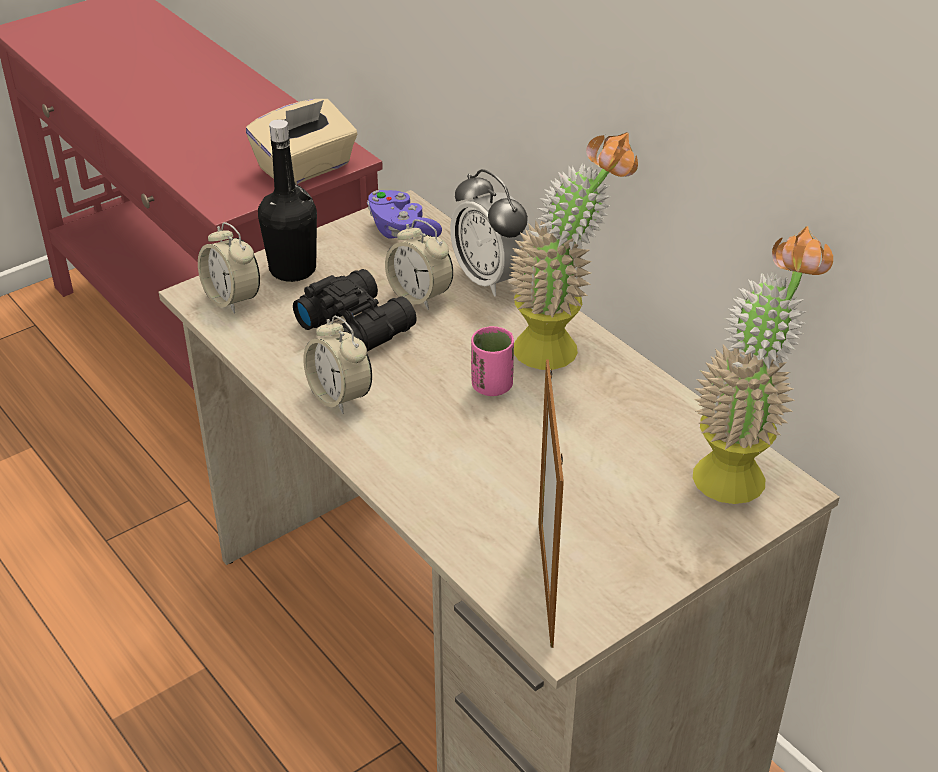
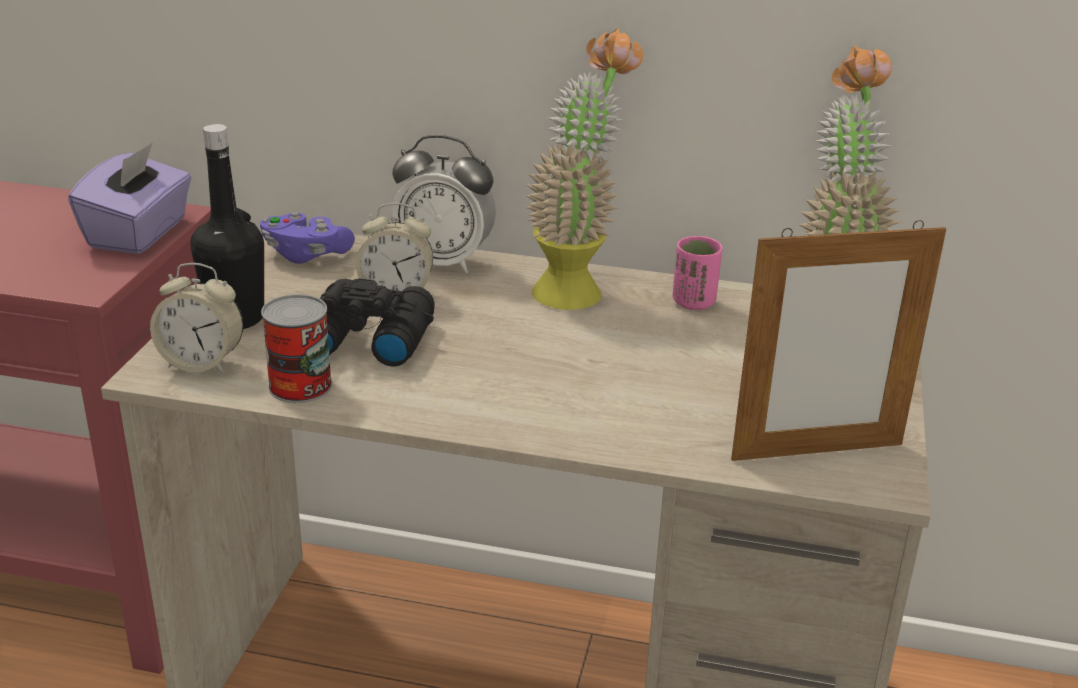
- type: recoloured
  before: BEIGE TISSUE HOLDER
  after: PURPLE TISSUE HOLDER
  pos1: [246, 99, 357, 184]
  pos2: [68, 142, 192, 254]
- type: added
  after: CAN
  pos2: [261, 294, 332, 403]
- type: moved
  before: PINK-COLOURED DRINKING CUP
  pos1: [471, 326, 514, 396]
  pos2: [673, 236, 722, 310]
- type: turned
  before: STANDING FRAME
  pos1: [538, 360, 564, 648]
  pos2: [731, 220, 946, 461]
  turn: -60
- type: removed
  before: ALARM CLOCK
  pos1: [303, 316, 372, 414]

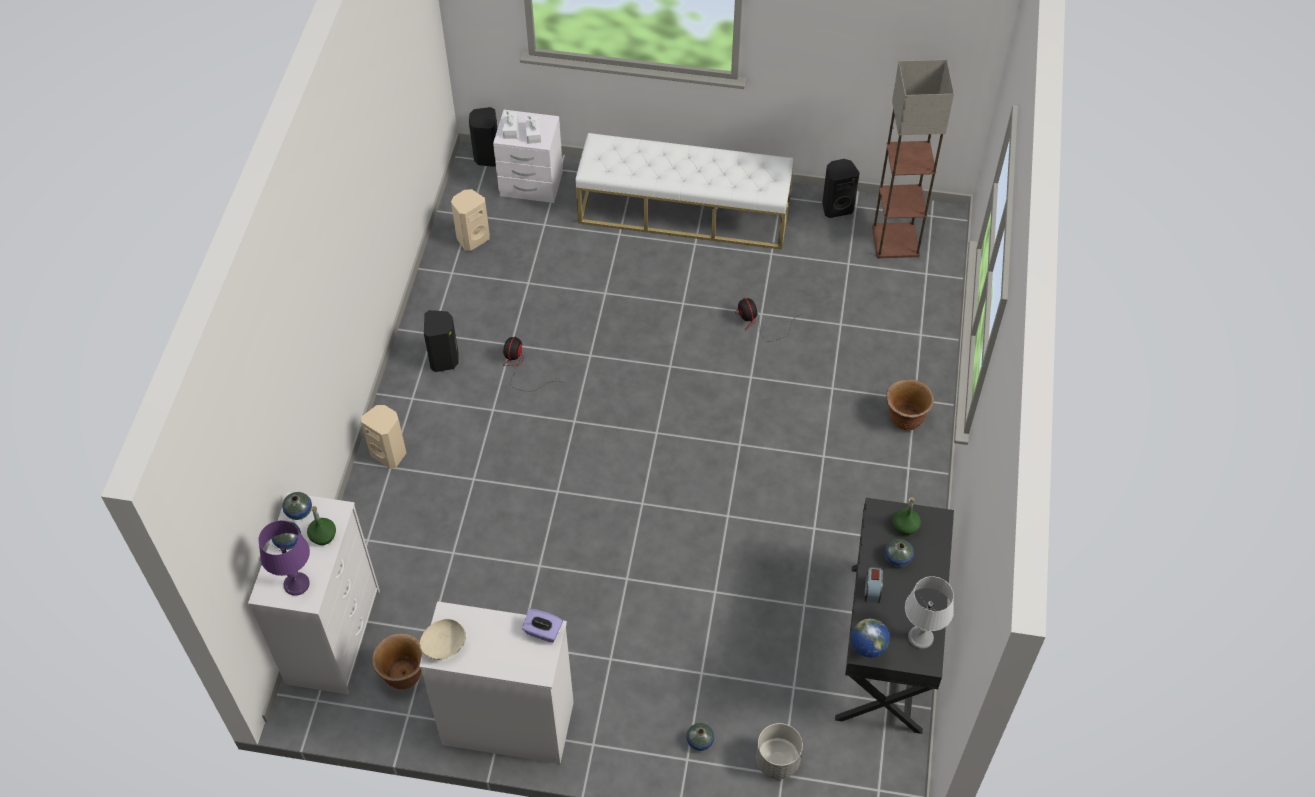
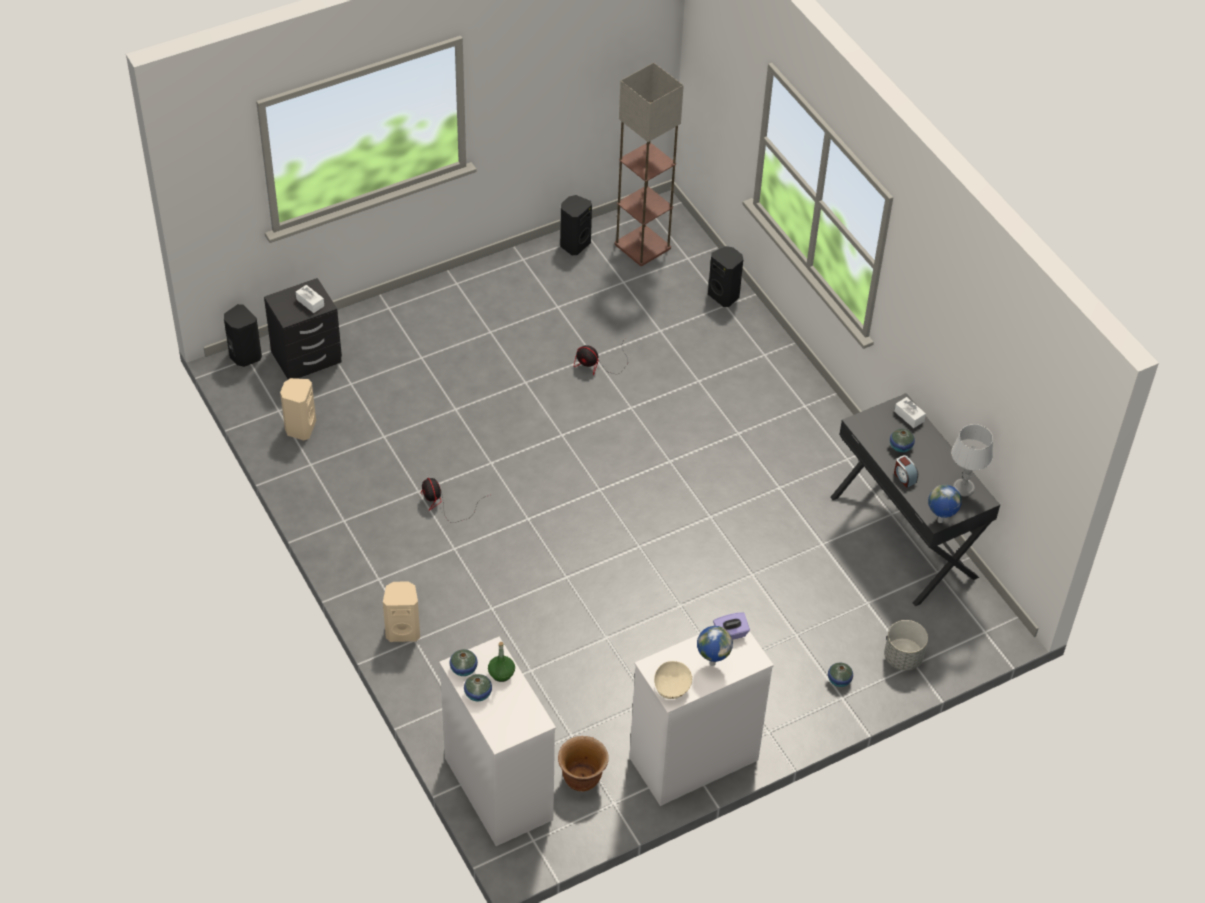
- type: recoloured
  before: WHITE BEDSIDE TABLE
  after: BLACK BEDSIDE TABLE
  pos1: [493, 110, 563, 203]
  pos2: [264, 278, 342, 379]
- type: added
  after: WORLD GLOBE
  pos2: [697, 626, 733, 666]
- type: moved
  before: BLACK AUDIO SPEAKER
  pos1: [424, 310, 459, 372]
  pos2: [708, 246, 743, 307]
- type: moved
  before: WHITE TISSUE HOLDER
  pos1: [503, 112, 518, 139]
  pos2: [894, 397, 926, 428]
- type: removed
  before: PURPLE LAMP FOR A TABLE
  pos1: [258, 520, 310, 596]
- type: removed
  before: WHITE INDOOR BENCH
  pos1: [575, 133, 794, 250]
- type: removed
  before: BROWN-COLOURED PLANT POT
  pos1: [886, 379, 934, 431]
- type: removed
  before: GREENISH BOTTLE
  pos1: [893, 497, 921, 535]

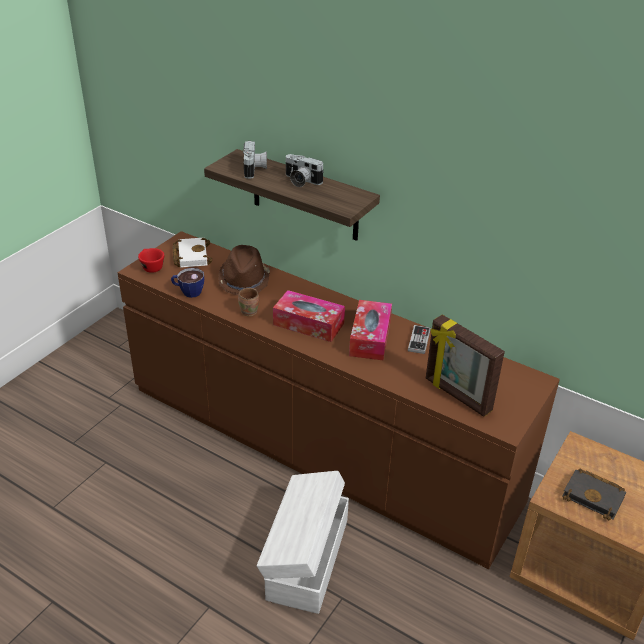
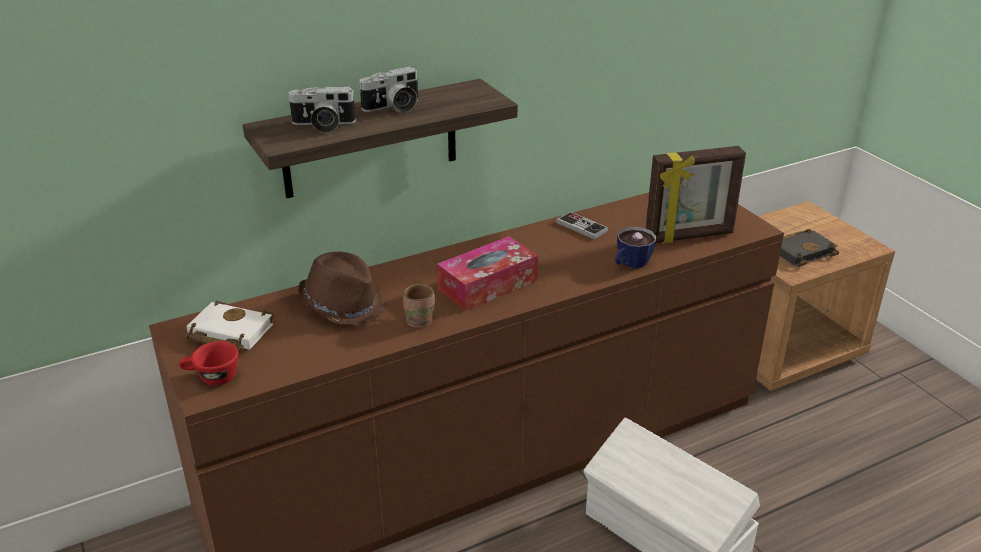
- type: turned
  before: PHOTO CAMERA
  pos1: [243, 141, 267, 179]
  pos2: [287, 86, 357, 133]
  turn: 150
- type: moved
  before: DRINKING CUP
  pos1: [171, 268, 204, 298]
  pos2: [615, 227, 656, 268]
- type: removed
  before: TISSUE HOLDER
  pos1: [349, 300, 392, 361]

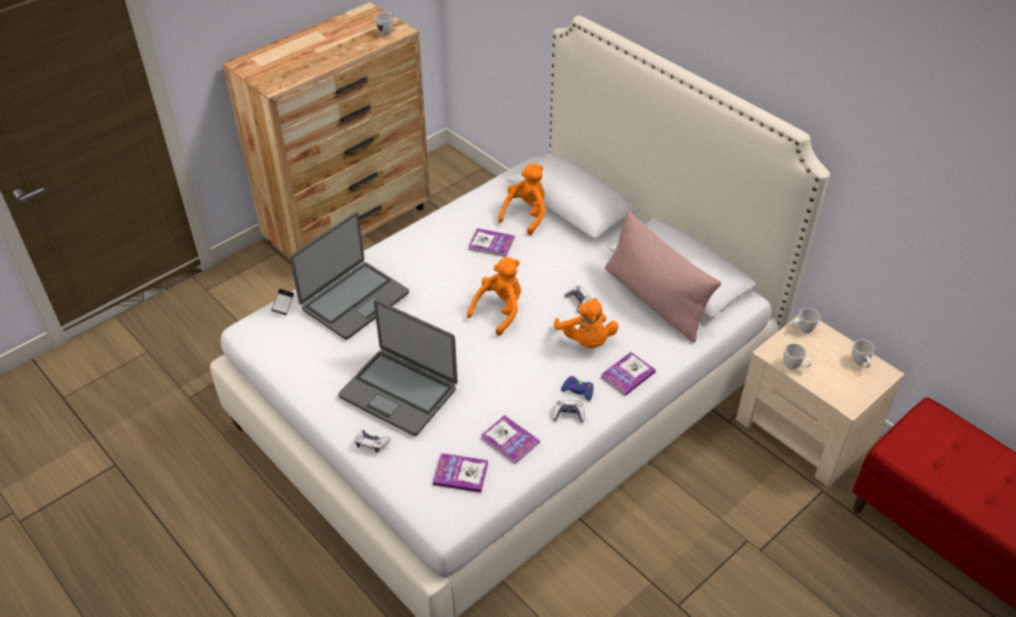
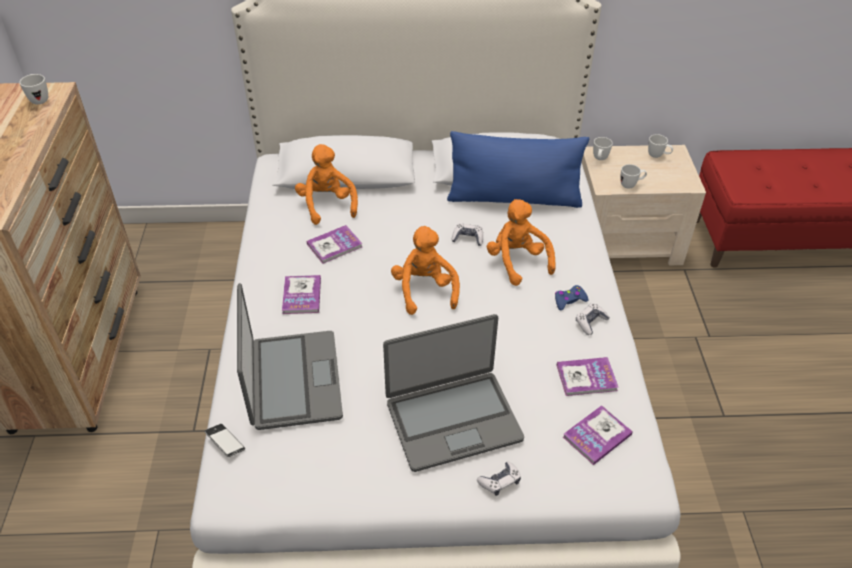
- type: moved
  before: BOUND BOOK
  pos1: [601, 352, 656, 396]
  pos2: [282, 275, 321, 314]
- type: recoloured
  before: PINK-COLOURED CUSHION
  after: BLUE CUSHION
  pos1: [605, 211, 721, 342]
  pos2: [447, 131, 589, 208]
- type: turned
  before: ORANGE-COLOURED CUDDLY TOY
  pos1: [554, 298, 618, 348]
  pos2: [487, 199, 556, 286]
  turn: -135

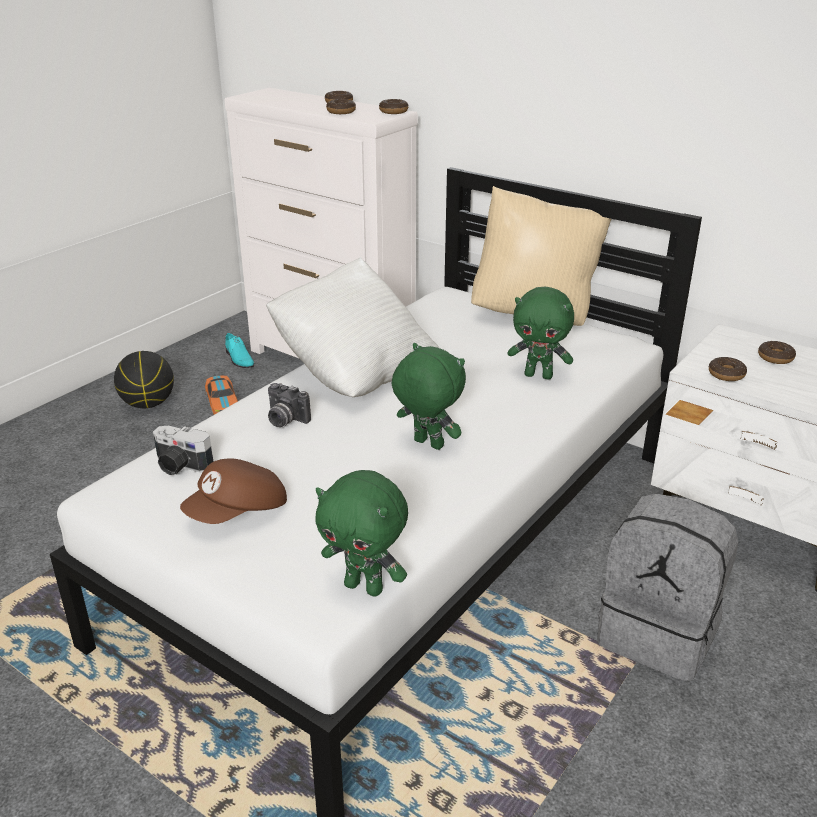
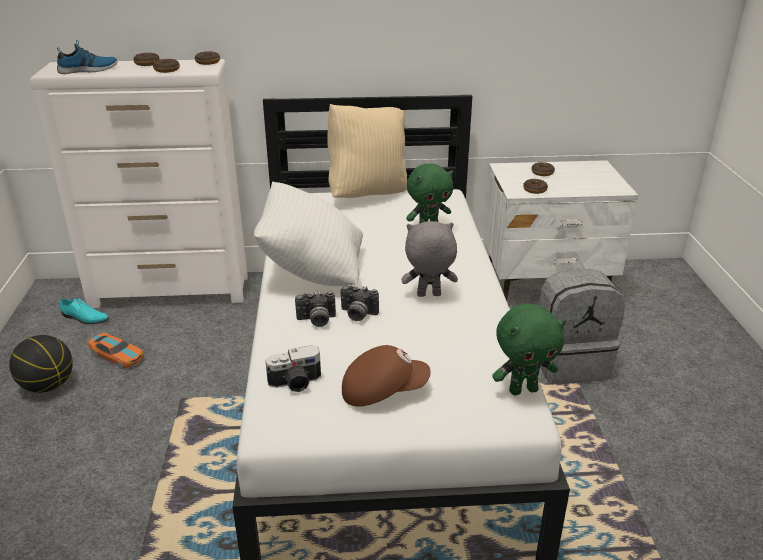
- type: added
  after: SHOE
  pos2: [57, 40, 118, 74]
- type: added
  after: PHOTO CAMERA
  pos2: [340, 285, 379, 321]
- type: turned
  before: BROWN-COLOURED CAP
  pos1: [180, 458, 287, 524]
  pos2: [342, 345, 431, 406]
  turn: -105
- type: recoloured
  before: GREENISH CUDDLY TOY
  after: GREY CUDDLY TOY
  pos1: [392, 343, 466, 450]
  pos2: [402, 221, 458, 297]

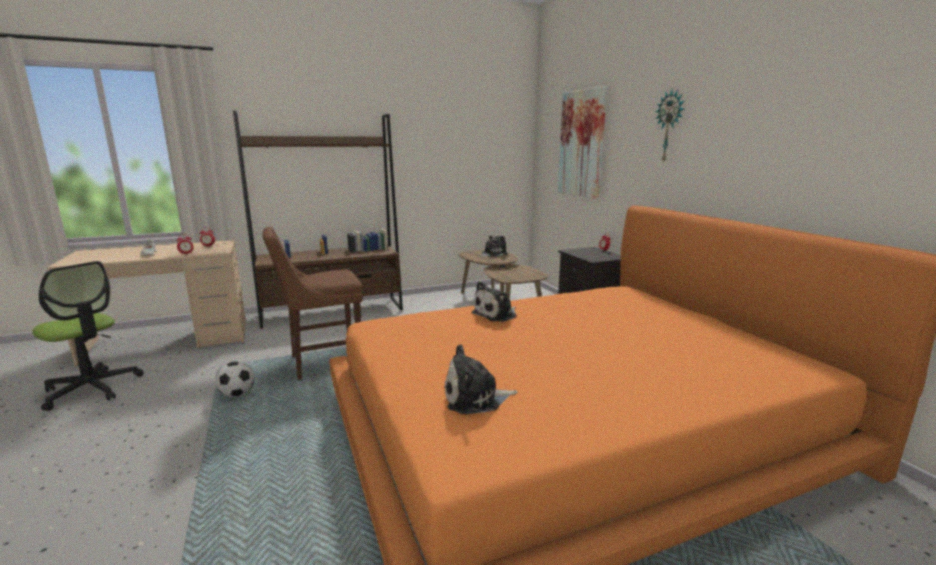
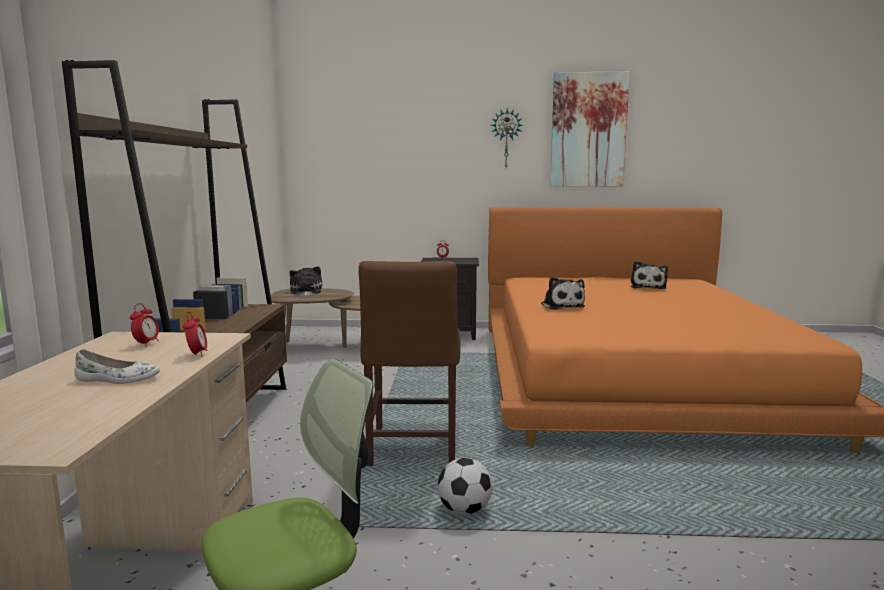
- type: moved
  before: PICTURE
  pos1: [558, 86, 607, 199]
  pos2: [550, 72, 630, 187]
- type: moved
  before: CUDDLY TOY
  pos1: [444, 344, 518, 414]
  pos2: [631, 261, 668, 289]

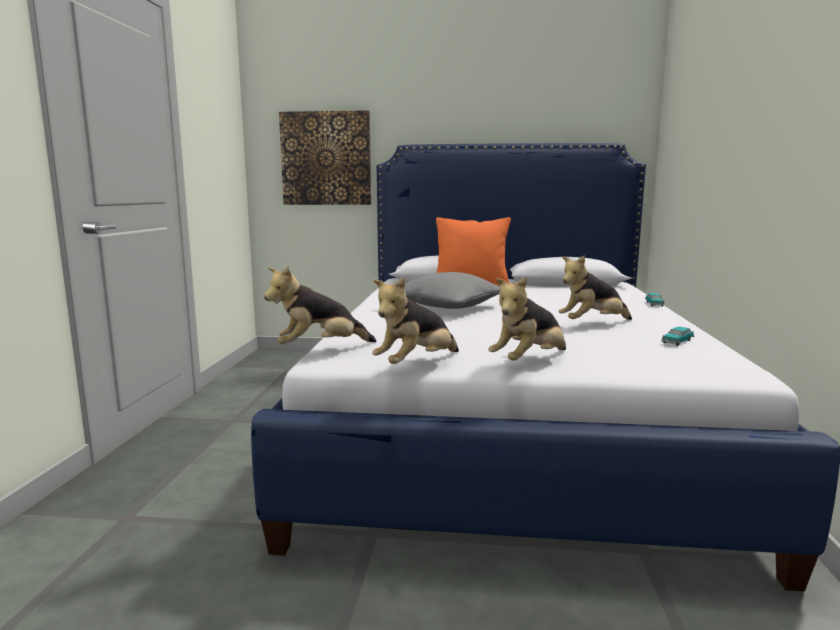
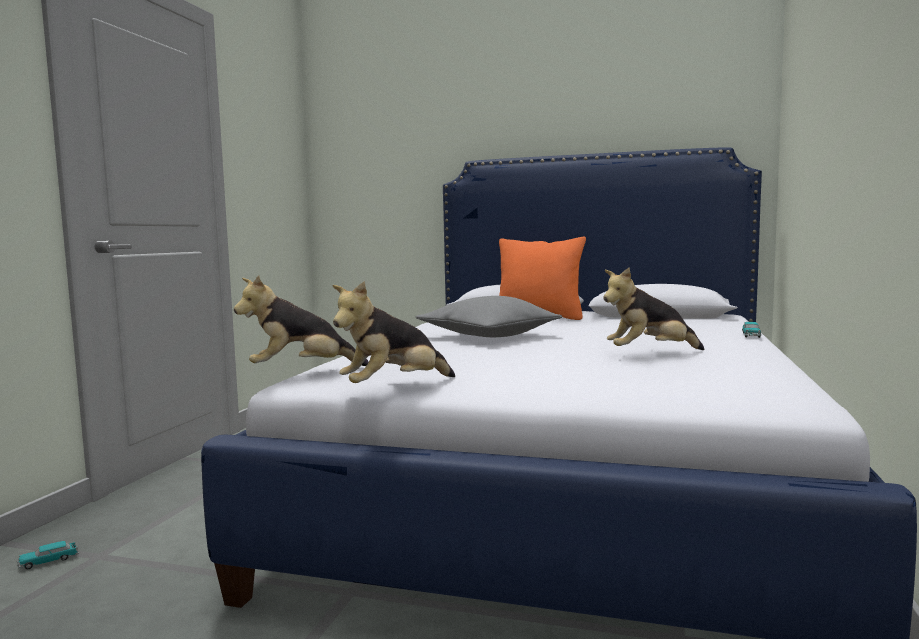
- type: moved
  before: TOY CAR
  pos1: [661, 327, 694, 346]
  pos2: [17, 541, 79, 569]
- type: removed
  before: PICTURE
  pos1: [279, 110, 371, 205]
- type: removed
  before: CUDDLY TOY
  pos1: [488, 276, 566, 361]

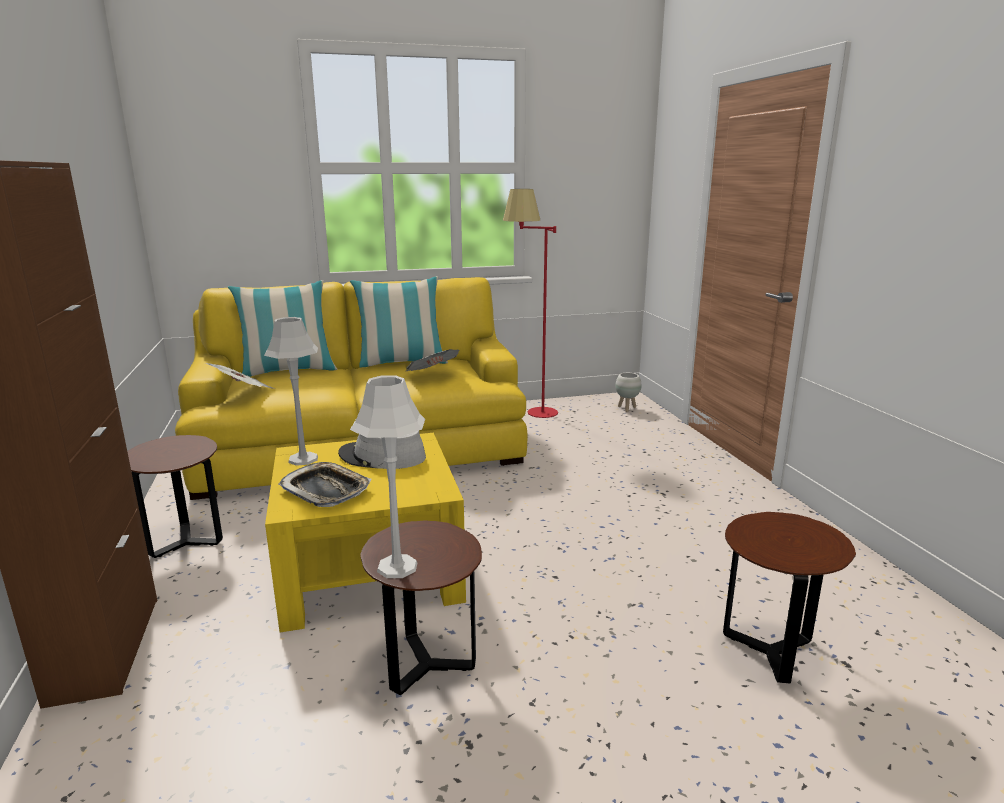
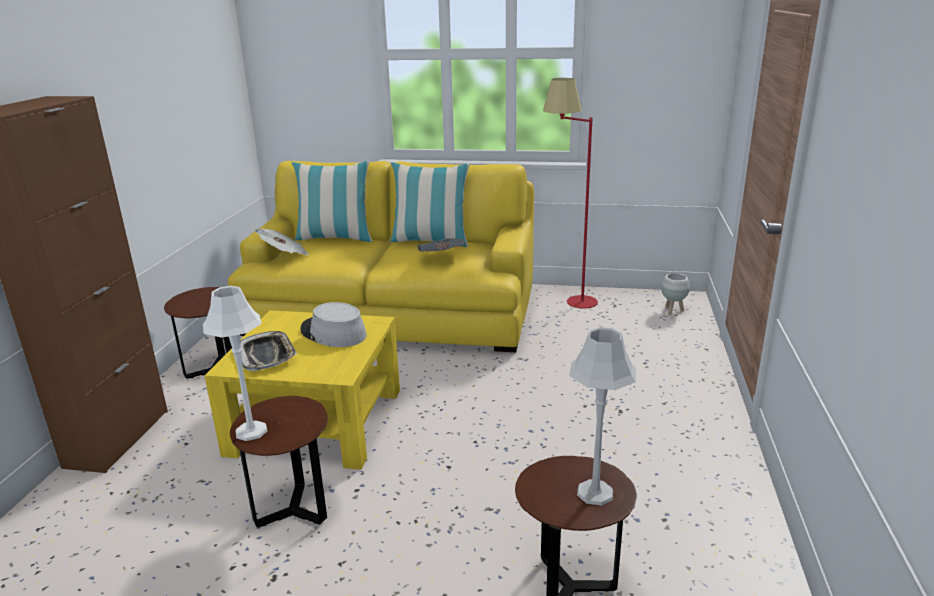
- type: moved
  before: GREY LAMP FOR A TABLE
  pos1: [264, 317, 318, 466]
  pos2: [569, 327, 636, 506]

